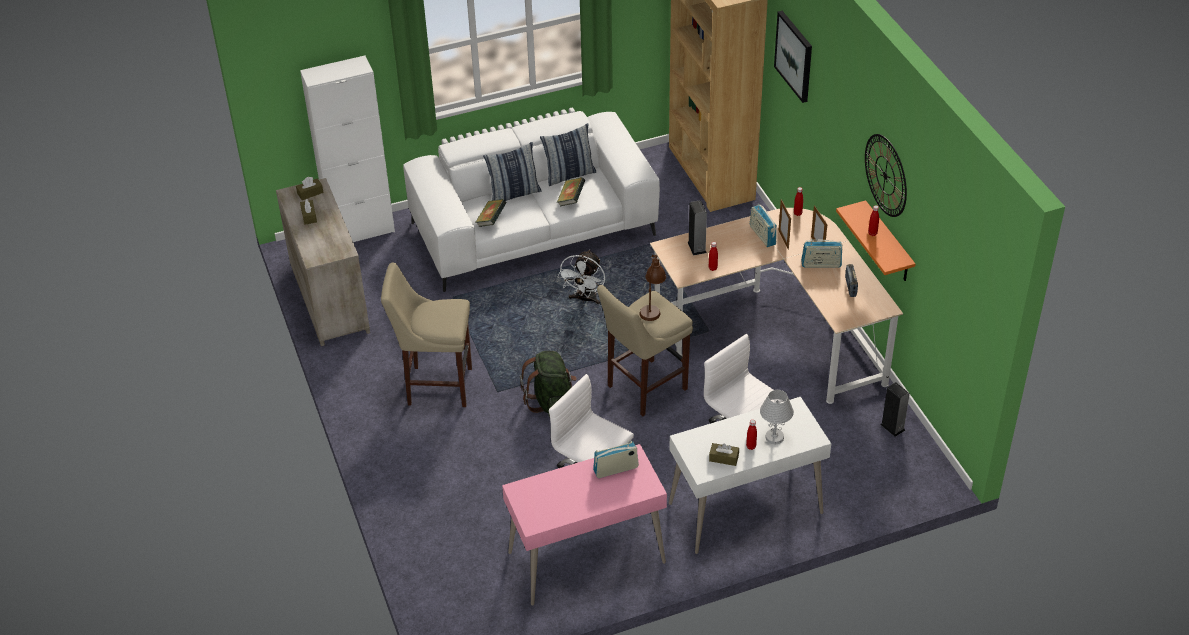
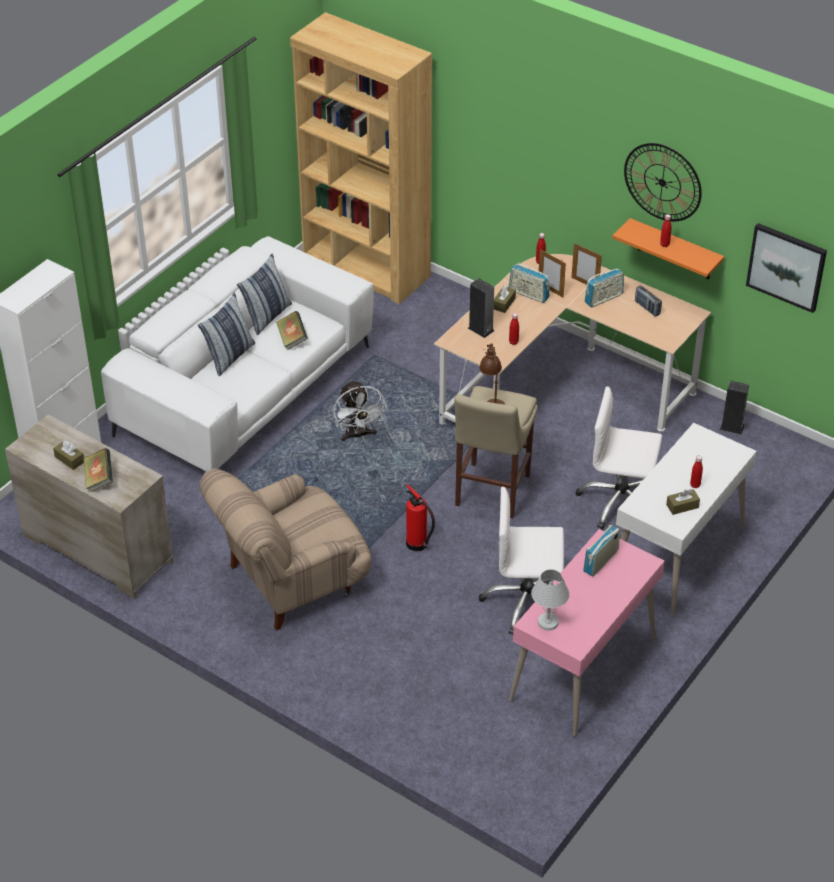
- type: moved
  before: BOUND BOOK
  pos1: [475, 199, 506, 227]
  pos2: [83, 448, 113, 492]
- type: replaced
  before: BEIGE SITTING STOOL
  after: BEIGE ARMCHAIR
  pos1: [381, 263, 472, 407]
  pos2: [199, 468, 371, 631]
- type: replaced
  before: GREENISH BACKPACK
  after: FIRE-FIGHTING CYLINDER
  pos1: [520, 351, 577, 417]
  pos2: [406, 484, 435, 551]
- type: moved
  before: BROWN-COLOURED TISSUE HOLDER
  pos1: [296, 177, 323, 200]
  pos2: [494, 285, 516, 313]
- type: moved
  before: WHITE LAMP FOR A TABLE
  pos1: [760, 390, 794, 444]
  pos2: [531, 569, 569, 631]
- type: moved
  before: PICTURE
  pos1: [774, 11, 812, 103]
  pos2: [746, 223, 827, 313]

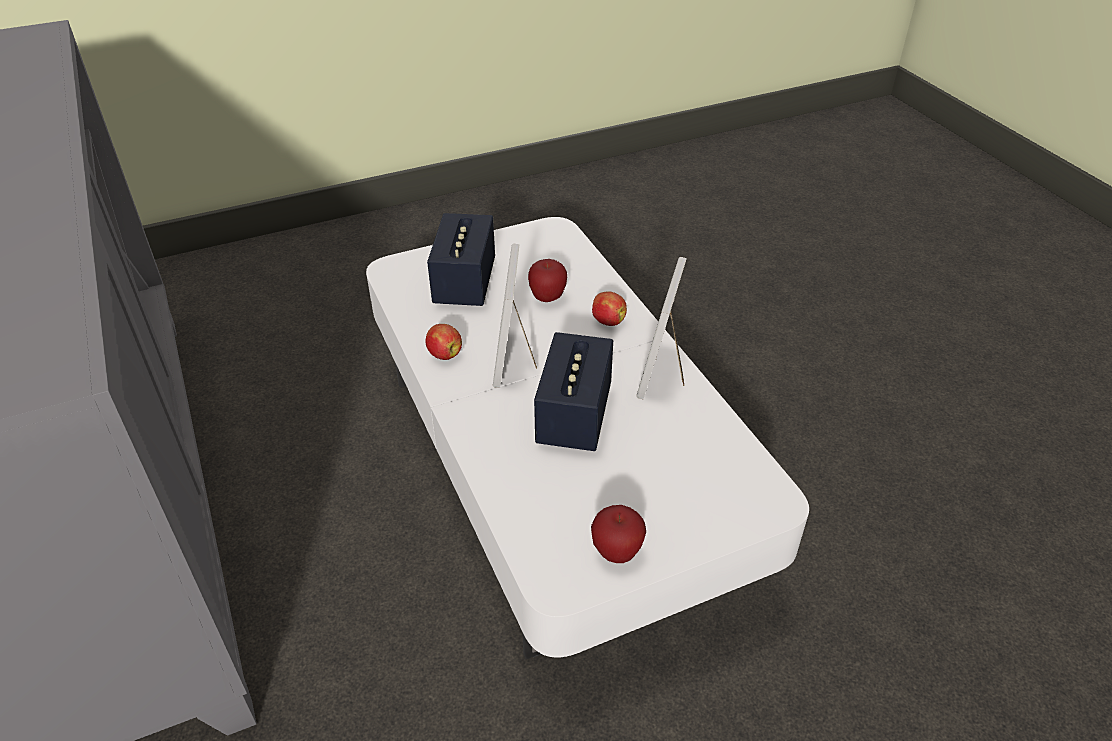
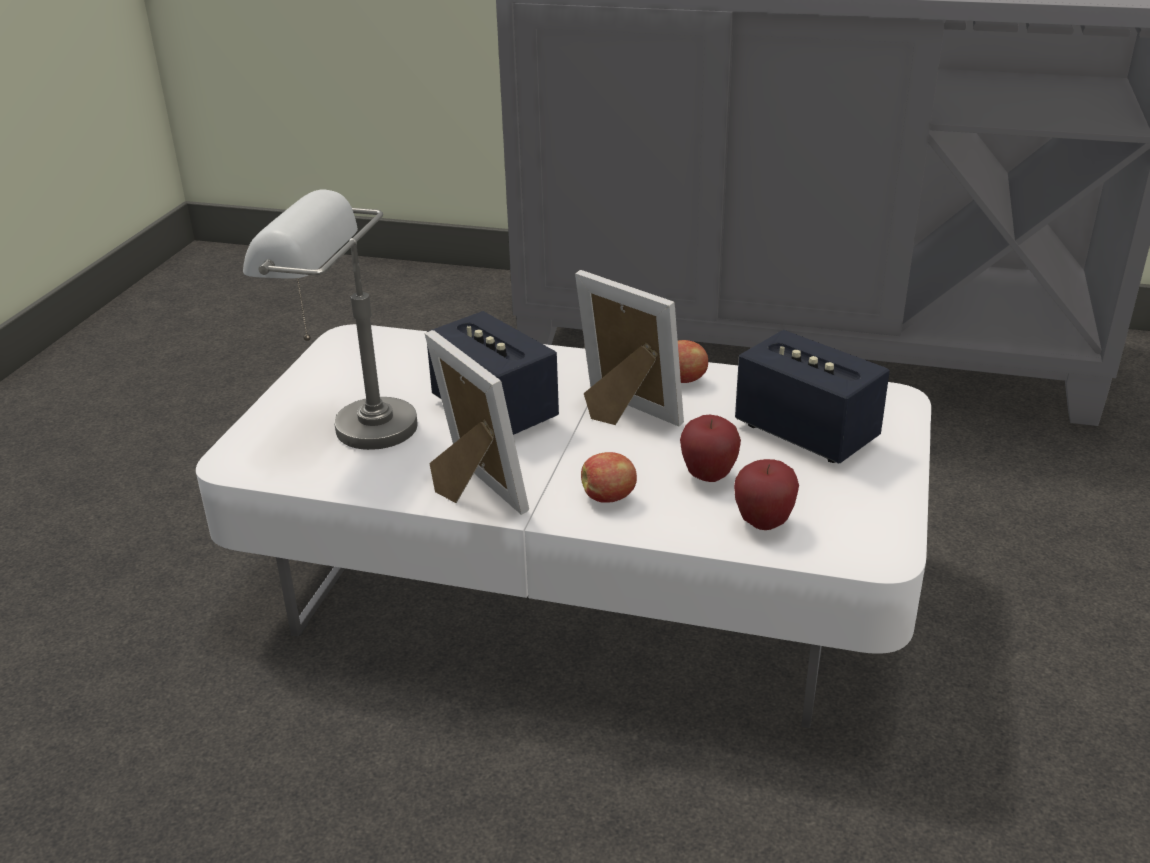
- type: added
  after: GREY LAMP FOR A TABLE
  pos2: [243, 189, 418, 450]
- type: moved
  before: APPLE FRUIT
  pos1: [591, 505, 646, 563]
  pos2: [734, 459, 799, 530]

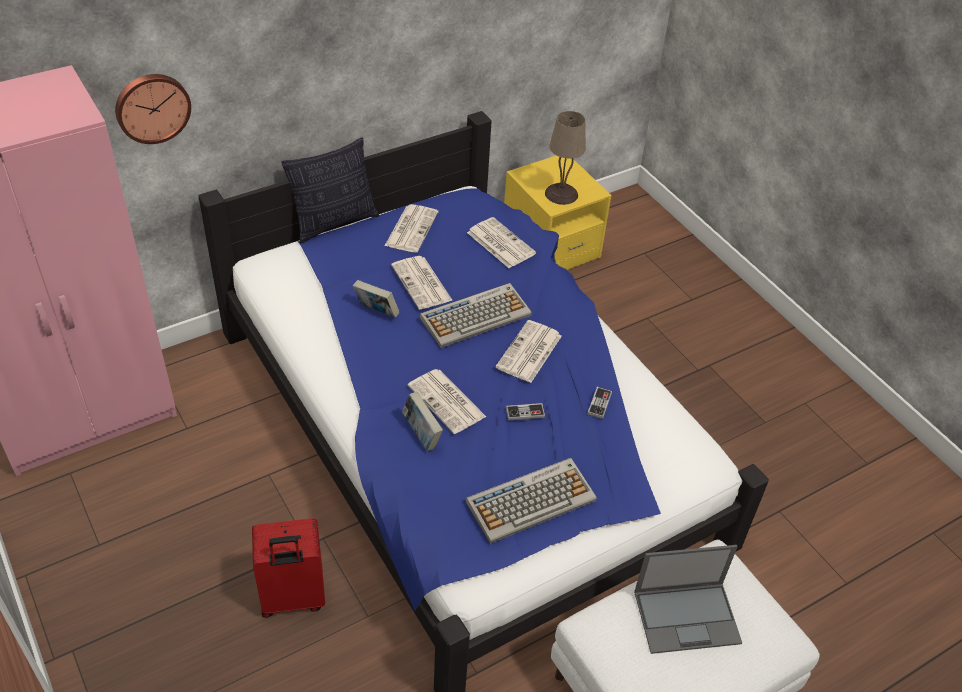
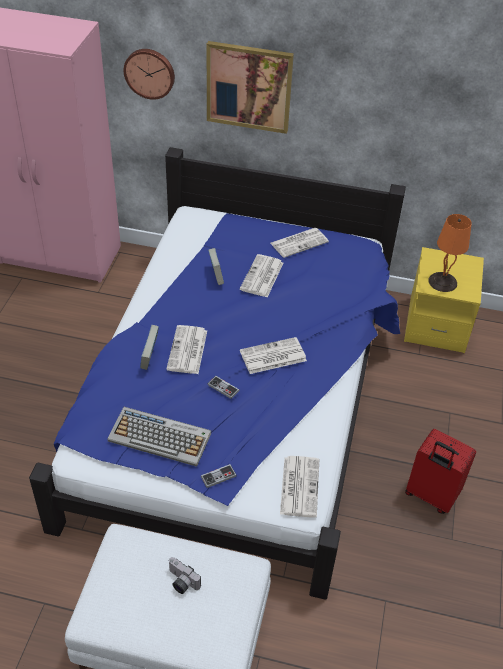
- type: replaced
  before: NOTEBOOK COMPUTER
  after: PHOTO CAMERA
  pos1: [634, 545, 742, 654]
  pos2: [168, 557, 201, 594]
- type: moved
  before: GAMEPAD
  pos1: [587, 387, 612, 419]
  pos2: [201, 464, 237, 488]
- type: added
  after: PICTURE
  pos2: [207, 41, 294, 134]
- type: moved
  before: NEWSPAPER
  pos1: [467, 217, 536, 268]
  pos2: [280, 456, 319, 518]
- type: moved
  before: REDDISH SUITCASE
  pos1: [252, 518, 325, 618]
  pos2: [405, 429, 476, 514]
- type: recoloured
  before: BEIGE LAMP FOR A TABLE
  after: ORANGE-COLOURED LAMP FOR A TABLE
  pos1: [545, 111, 586, 205]
  pos2: [428, 214, 472, 292]
- type: removed
  before: CUSHION
  pos1: [281, 138, 379, 244]
- type: removed
  before: KEYBOARD
  pos1: [420, 283, 532, 348]

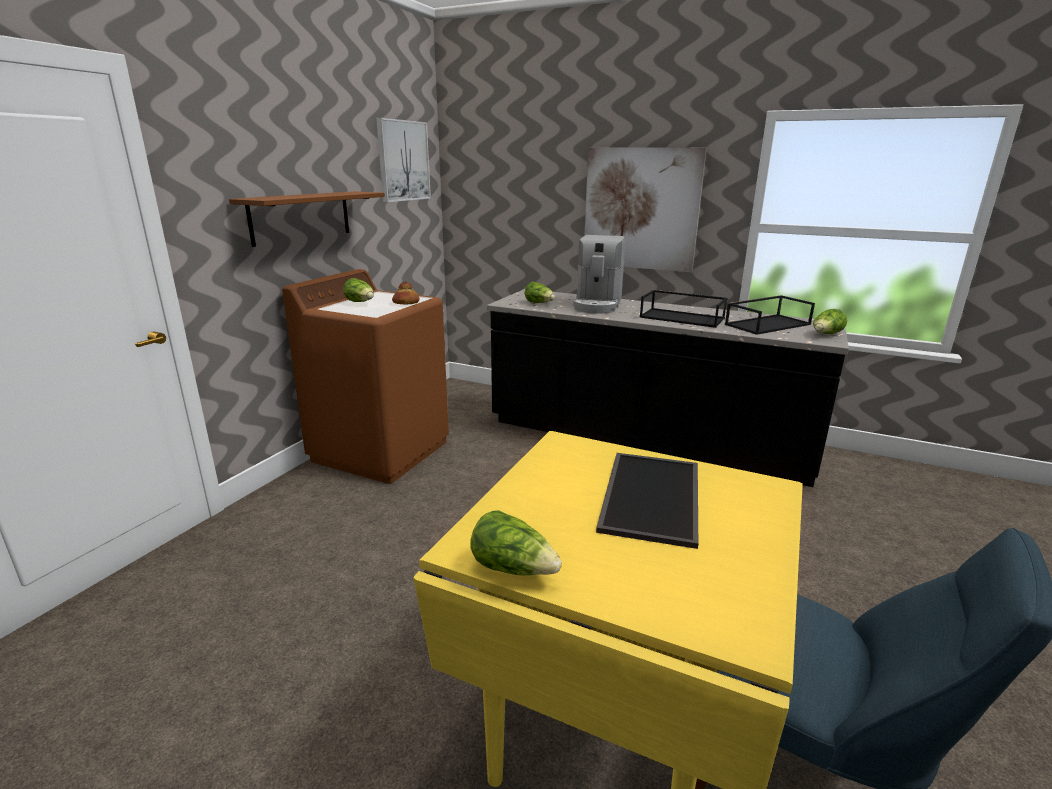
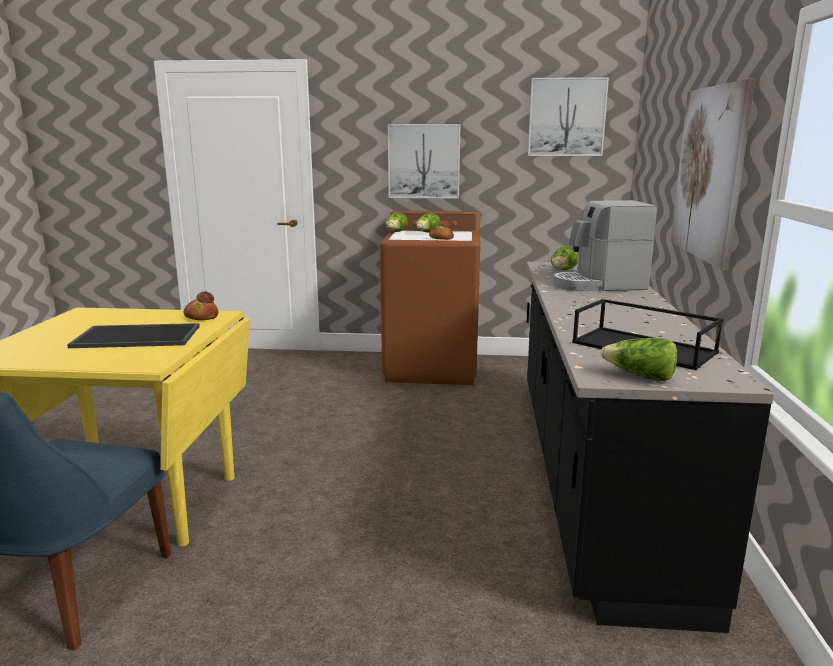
- type: added
  after: BREAD
  pos2: [183, 292, 218, 320]
- type: moved
  before: LETTUCE
  pos1: [470, 510, 562, 575]
  pos2: [385, 212, 408, 232]
- type: replaced
  before: BROWN-COLOURED BRACKET SHELF
  after: PICTURE
  pos1: [229, 191, 385, 247]
  pos2: [388, 124, 460, 199]
- type: removed
  before: BLACK CARRYING TRAY
  pos1: [639, 290, 727, 328]

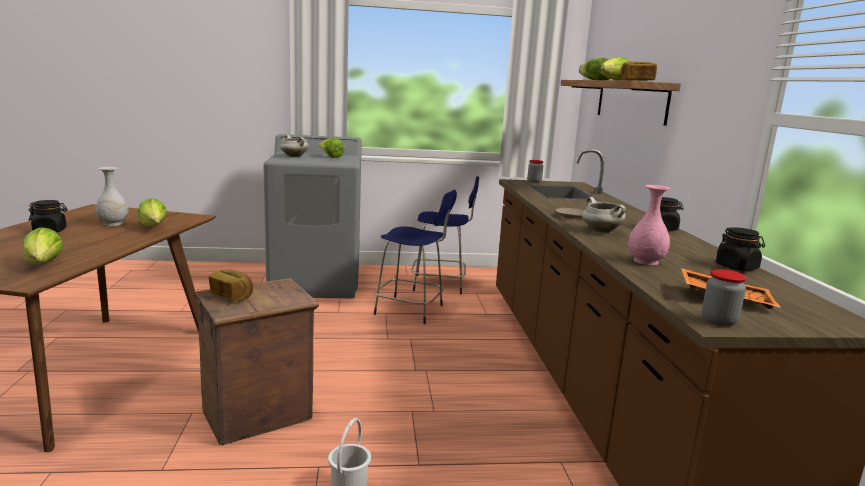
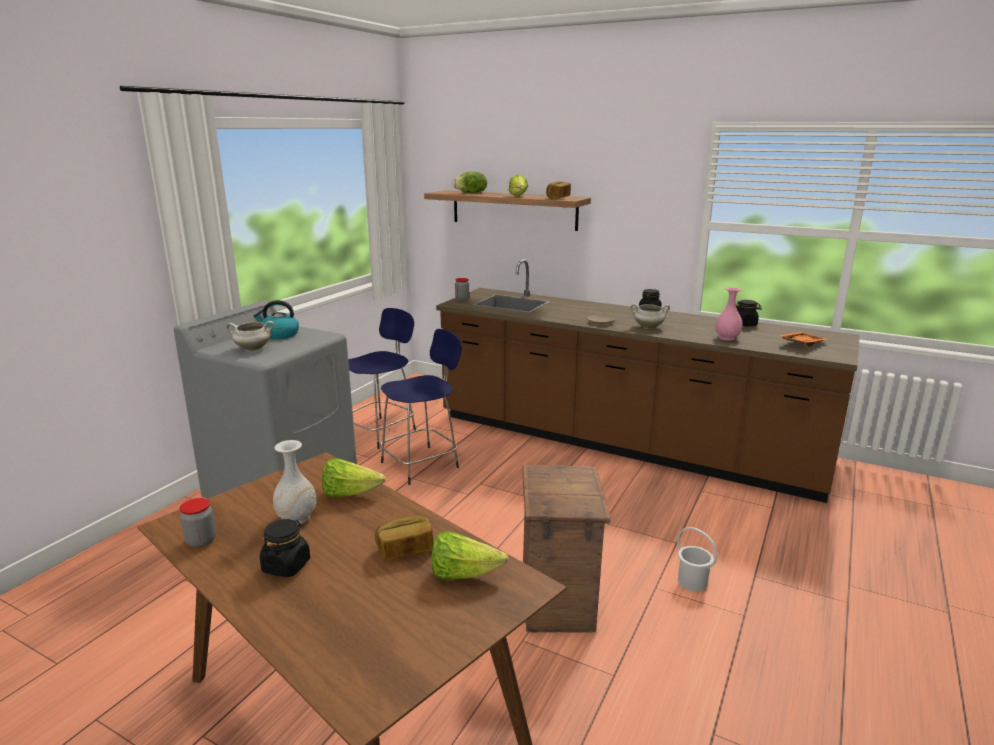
- type: moved
  before: JAR
  pos1: [702, 269, 747, 326]
  pos2: [180, 498, 216, 548]
- type: replaced
  before: LETTUCE
  after: TEA KETTLE
  pos1: [319, 137, 344, 158]
  pos2: [253, 300, 299, 339]
- type: moved
  before: BREAD
  pos1: [209, 269, 253, 301]
  pos2: [375, 515, 433, 561]

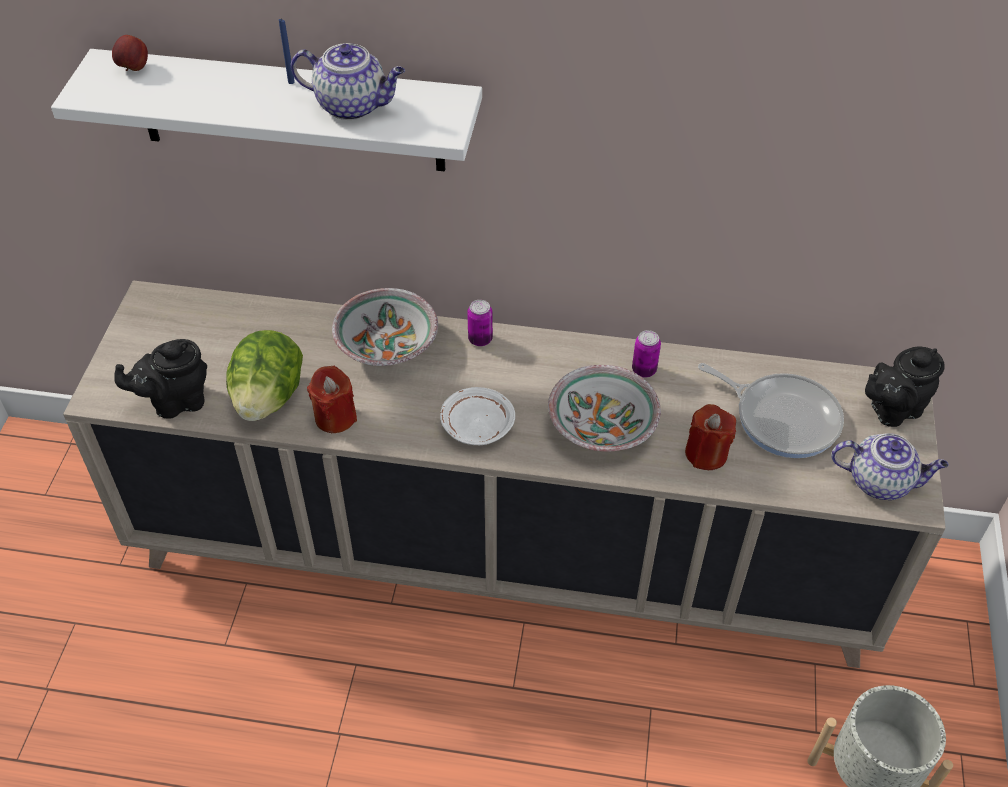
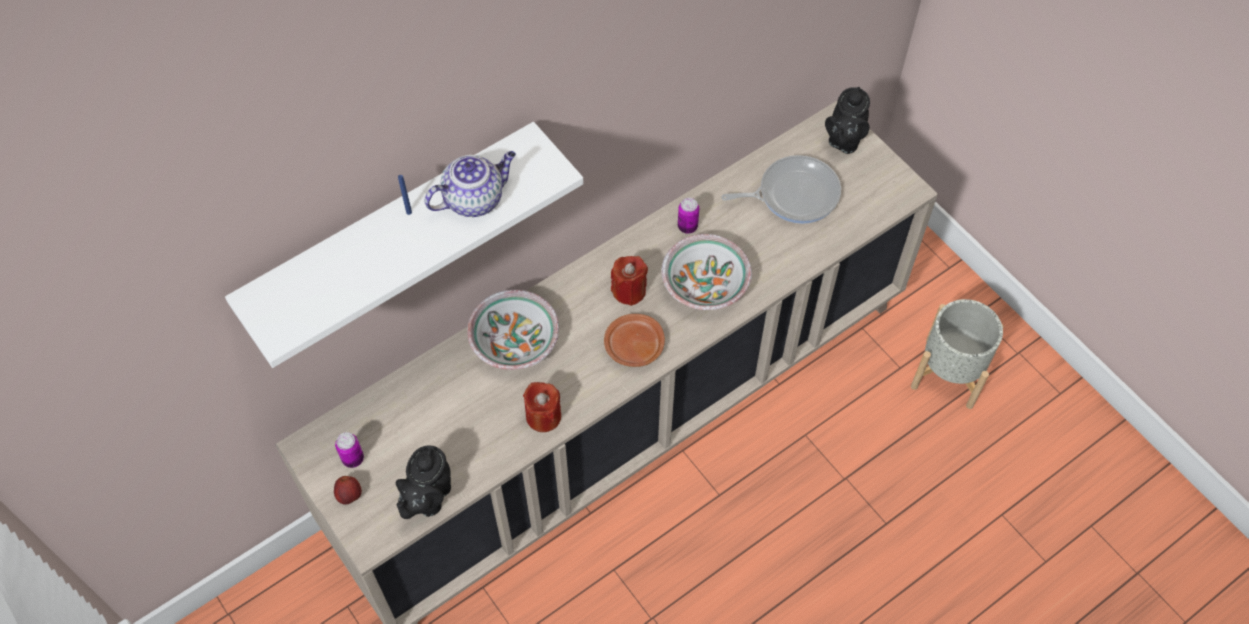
- type: moved
  before: APPLE FRUIT
  pos1: [112, 35, 148, 71]
  pos2: [334, 476, 362, 505]
- type: moved
  before: CAN
  pos1: [467, 300, 493, 346]
  pos2: [335, 432, 364, 468]
- type: recoloured
  before: WHITE FLAT DISH
  after: BROWN-COLOURED FLAT DISH
  pos1: [440, 387, 515, 445]
  pos2: [604, 314, 665, 367]
- type: moved
  before: REDDISH WAX LIGHT
  pos1: [685, 404, 736, 470]
  pos2: [611, 256, 648, 306]
- type: removed
  before: LETTUCE
  pos1: [226, 330, 303, 421]
- type: removed
  before: POT FOR TEA
  pos1: [831, 433, 949, 500]

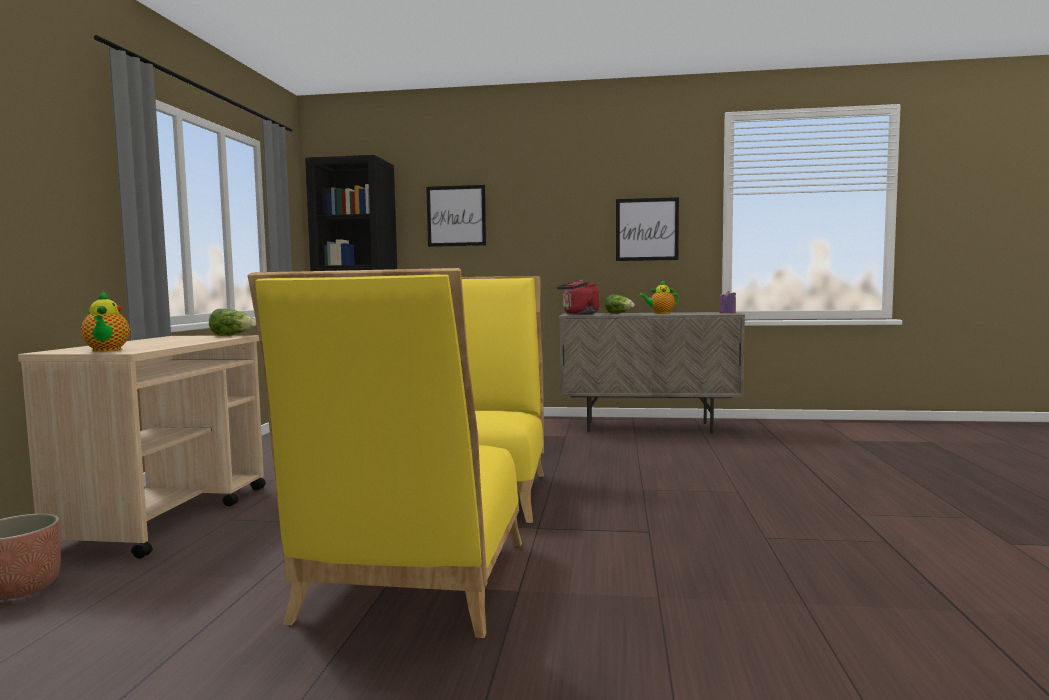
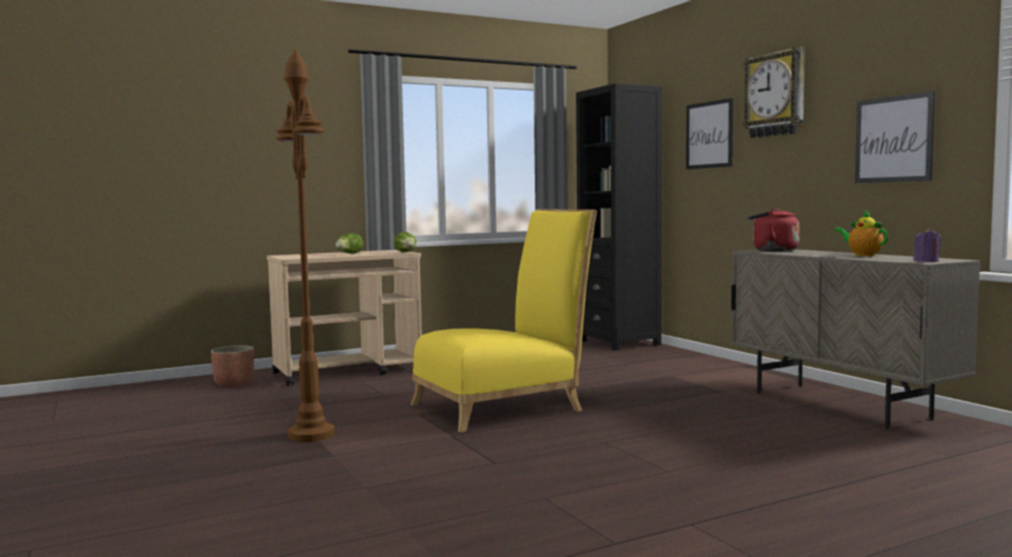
- type: replaced
  before: YELLOW CHAIR
  after: BROWN-COLOURED STANDING LAMP
  pos1: [247, 268, 522, 638]
  pos2: [276, 49, 335, 442]
- type: moved
  before: LETTUCE
  pos1: [605, 295, 635, 314]
  pos2: [335, 233, 363, 254]
- type: added
  after: WALL CLOCK
  pos2: [742, 46, 805, 138]
- type: removed
  before: POT FOR TEA
  pos1: [81, 291, 130, 351]

